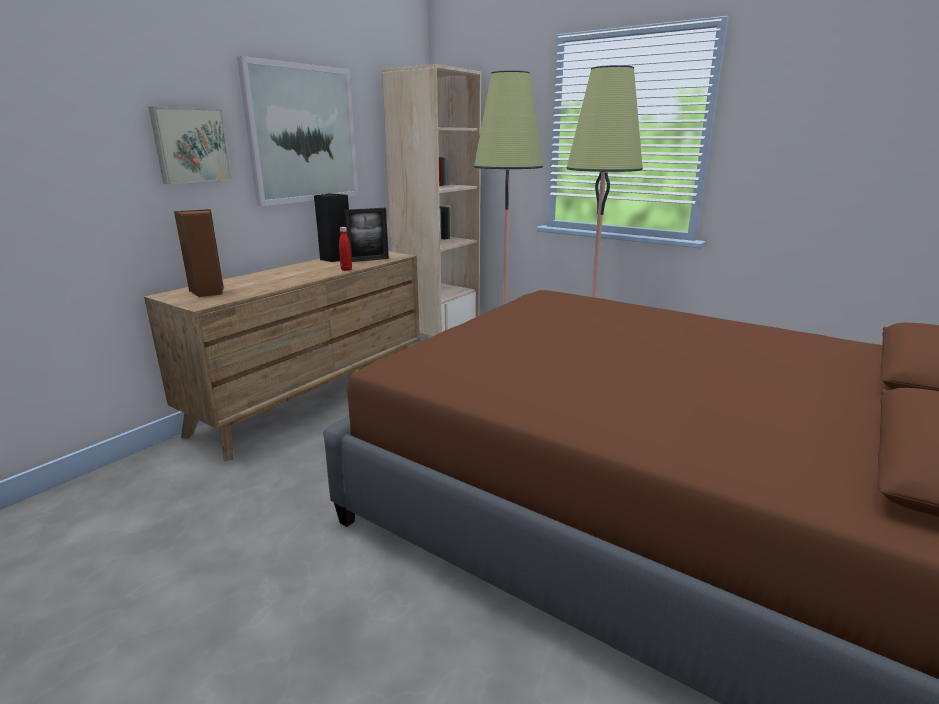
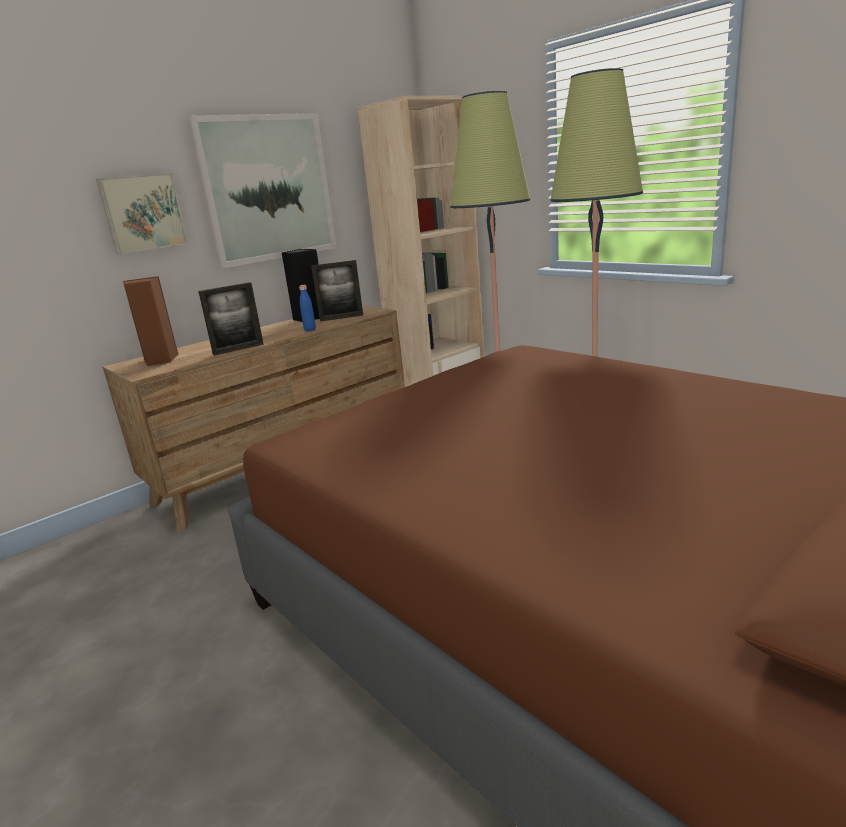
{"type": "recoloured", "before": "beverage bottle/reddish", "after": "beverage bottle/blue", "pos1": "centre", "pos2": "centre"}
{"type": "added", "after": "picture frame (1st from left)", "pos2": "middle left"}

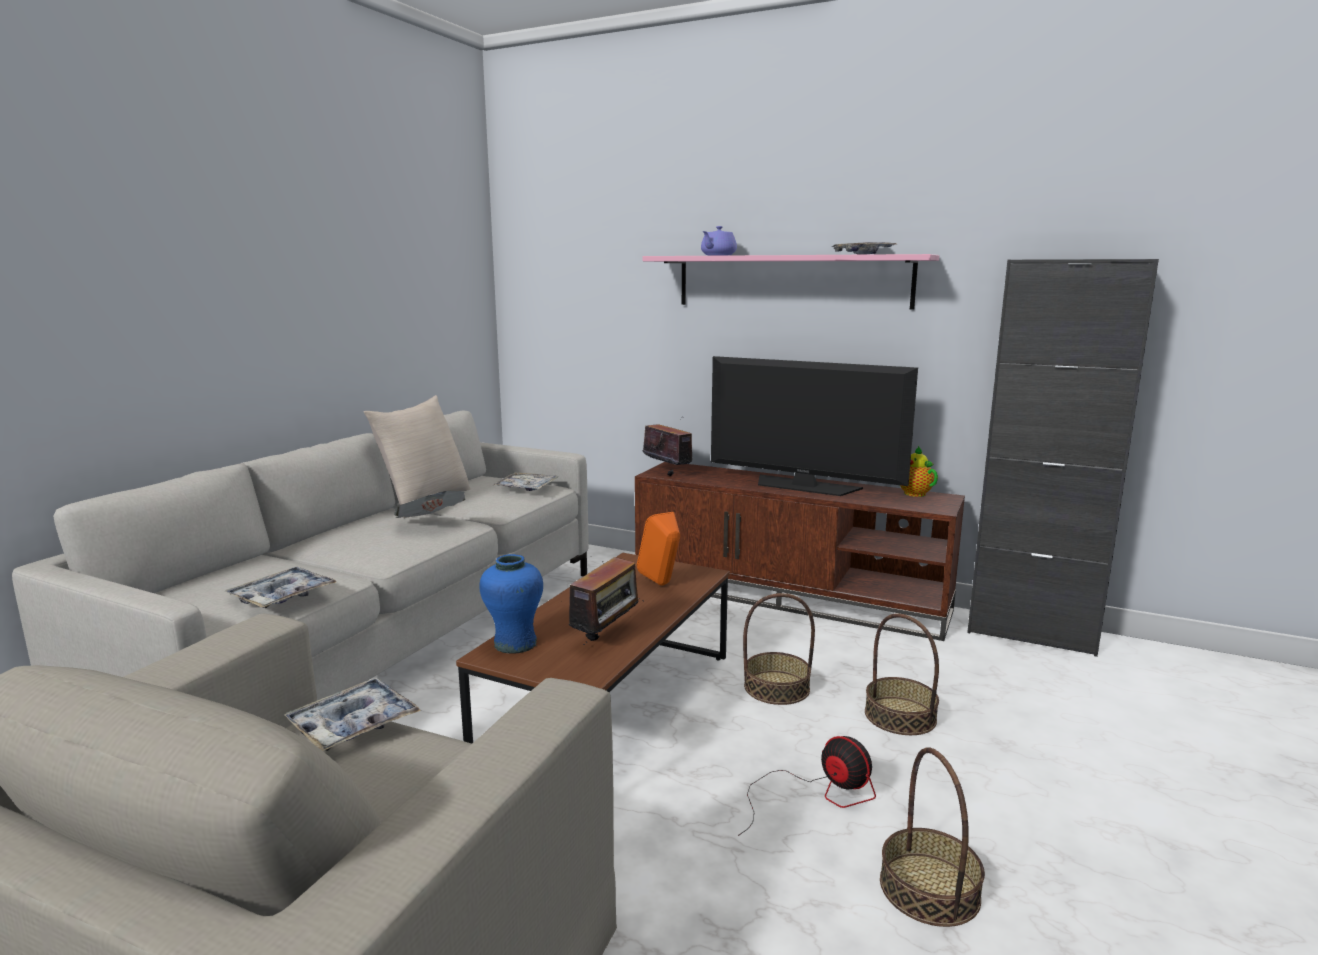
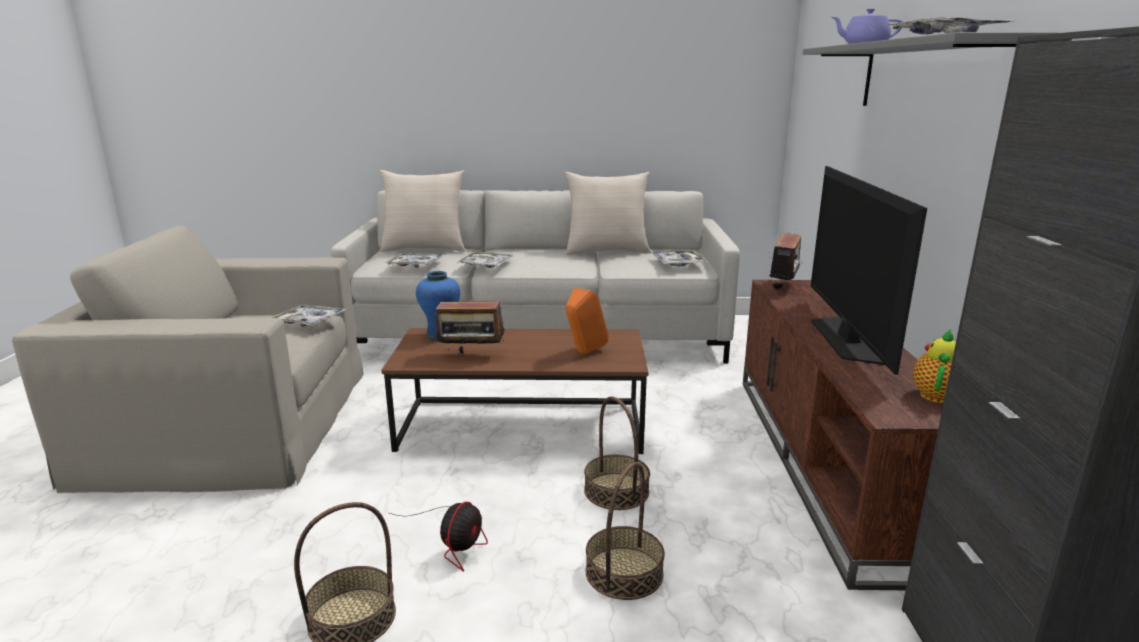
{"type": "recoloured", "before": "bracket shelf/pink", "after": "bracket shelf/greyish", "pos1": "top centre", "pos2": "top right"}
{"type": "removed", "before": "printed paper", "pos1": "middle left"}
{"type": "added", "after": "cushion/beige-coloured (1st from left)", "pos2": "top centre"}
{"type": "added", "after": "tray (3rd from left)", "pos2": "centre"}

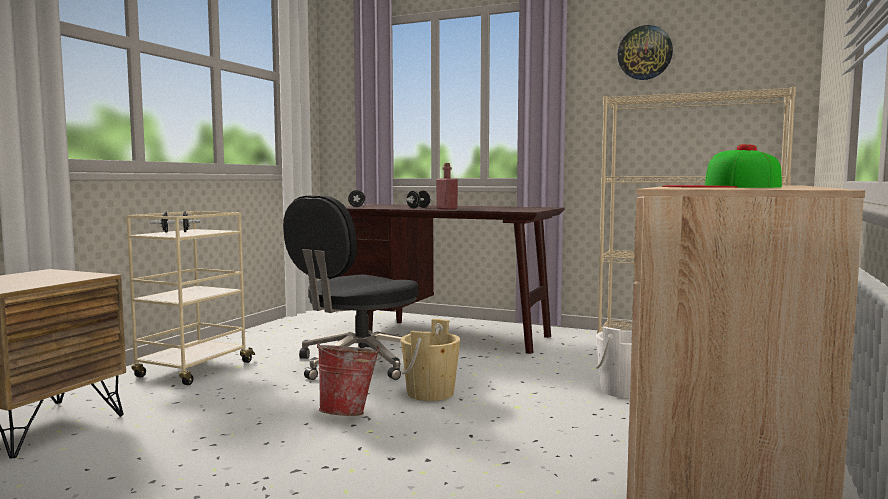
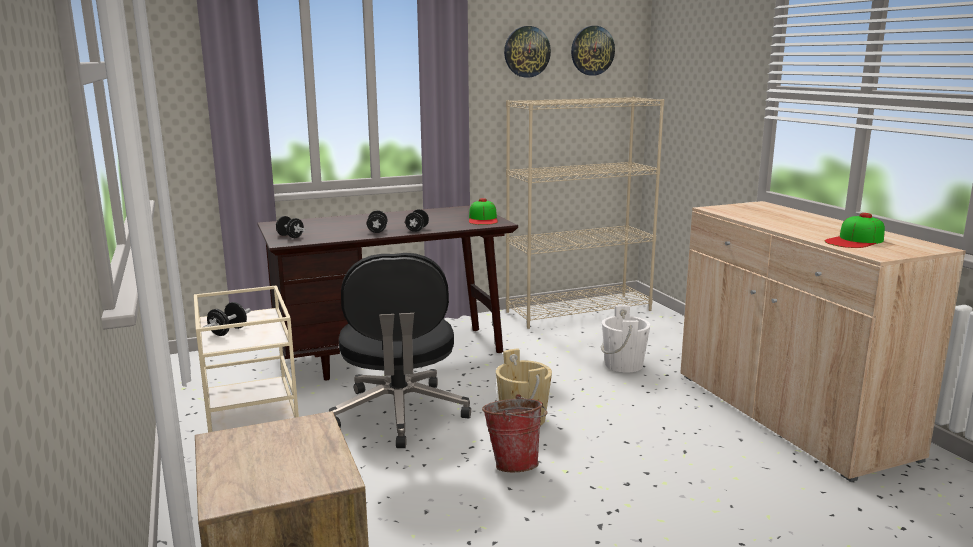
{"type": "replaced", "before": "beverage bottle/reddish", "after": "dumbbell/black-coloured (4th from left)", "pos1": "centre", "pos2": "centre"}
{"type": "added", "after": "clock on the wall (2nd from left)", "pos2": "top centre"}
{"type": "added", "after": "baseball cap (1st from left)", "pos2": "centre"}

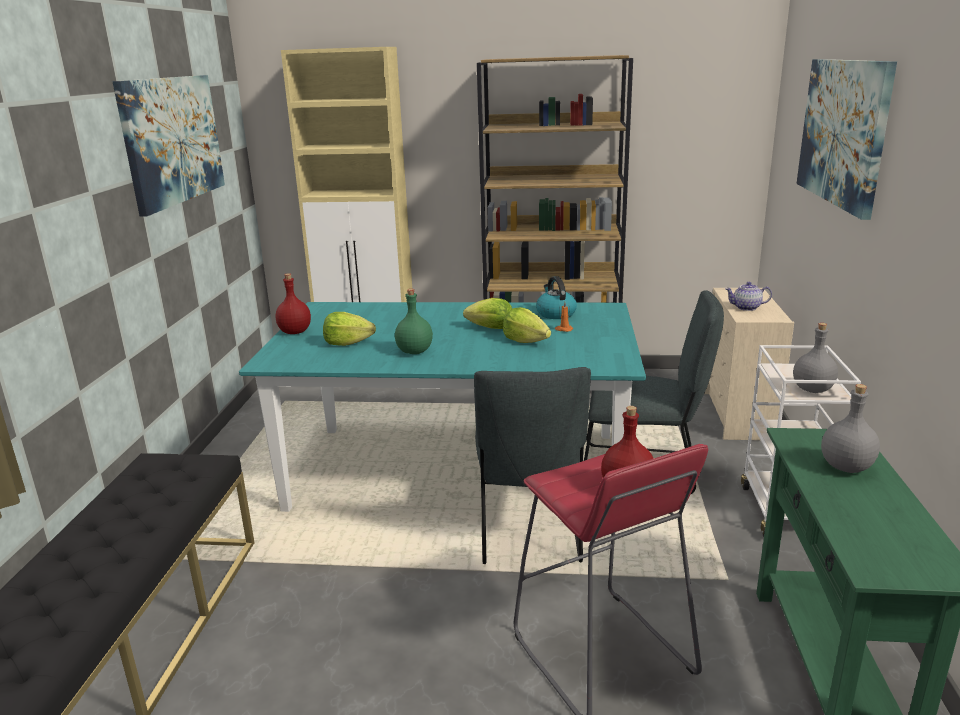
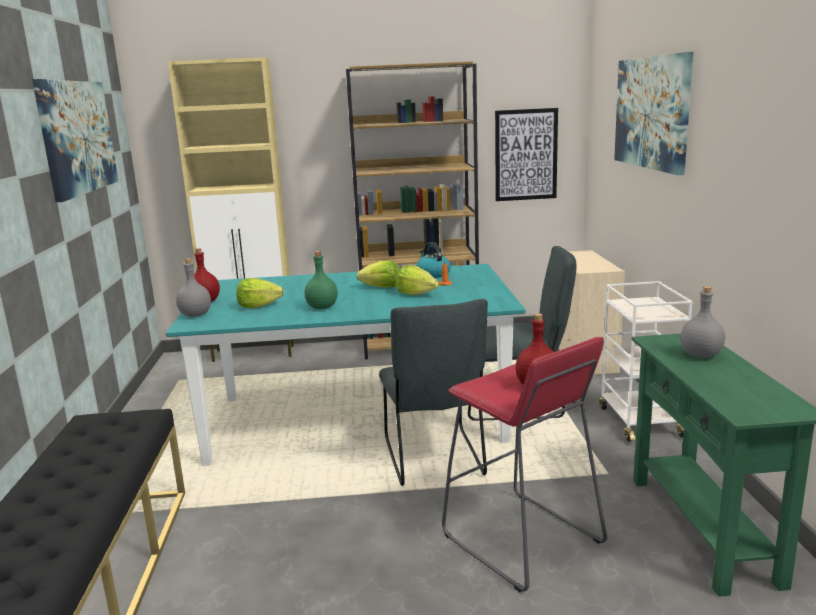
{"type": "removed", "before": "pot for tea", "pos1": "middle right"}
{"type": "moved", "before": "beverage bottle/greyish (1st from left)", "pos1": "middle right", "pos2": "middle left"}
{"type": "added", "after": "wall picture (2nd from left)", "pos2": "top centre"}

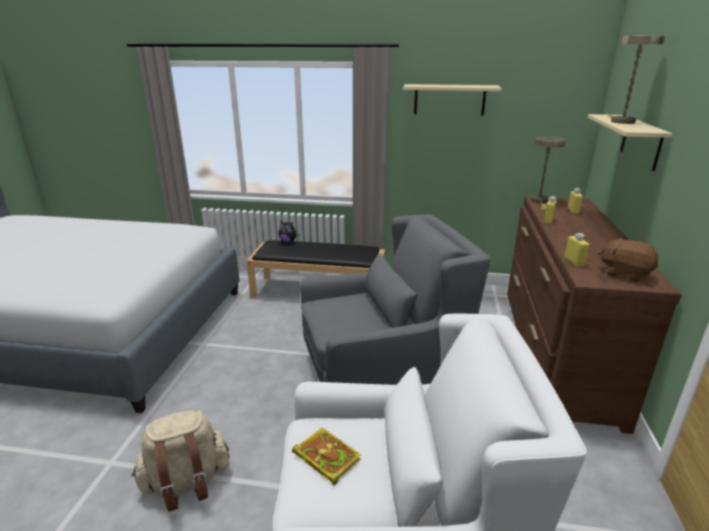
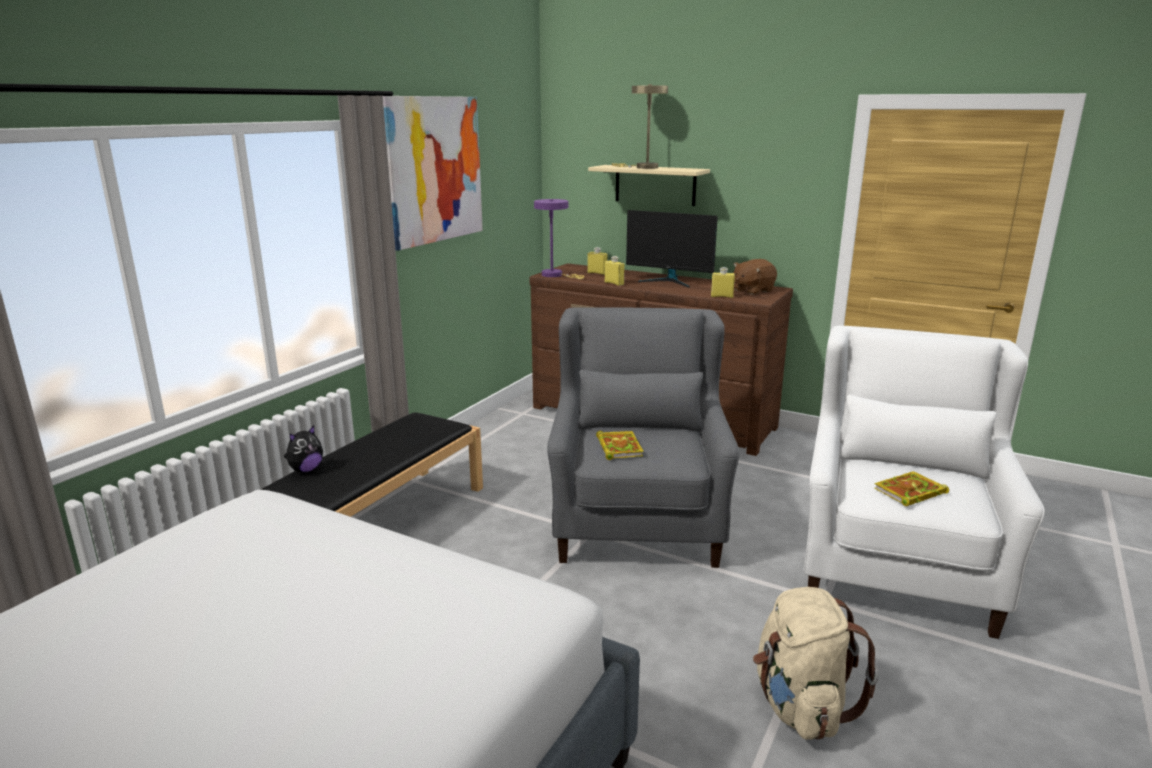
{"type": "replaced", "before": "bracket shelf/beige-coloured (1st from left)", "after": "wall picture", "pos1": "top centre", "pos2": "top centre"}
{"type": "recoloured", "before": "tabletop lamp/beige-coloured (1st from left)", "after": "tabletop lamp/purple-coloured", "pos1": "top right", "pos2": "top centre"}
{"type": "added", "after": "computer screen", "pos2": "top centre"}
{"type": "added", "after": "bound book (1st from left)", "pos2": "centre"}

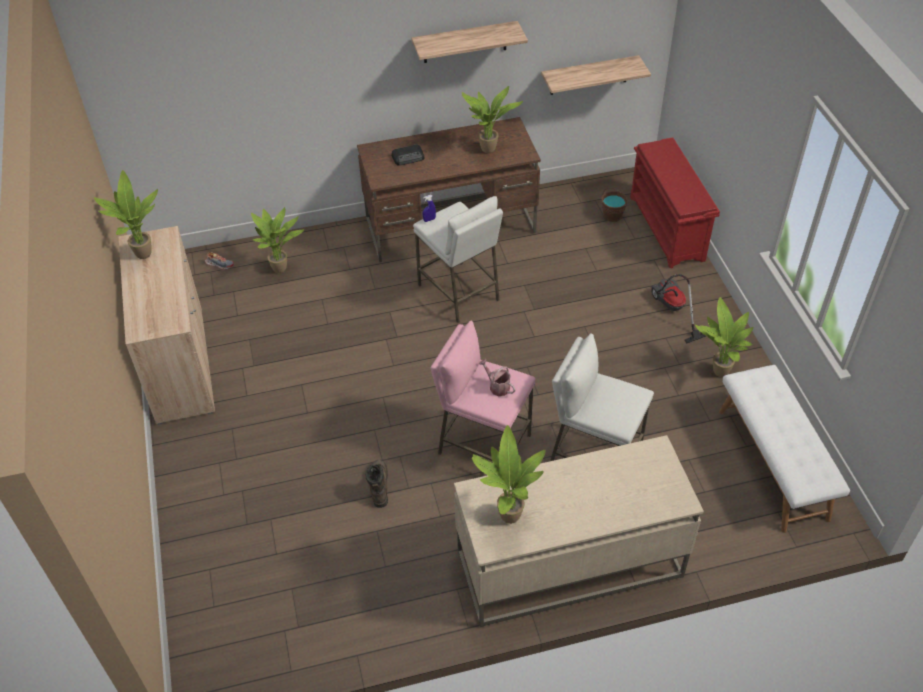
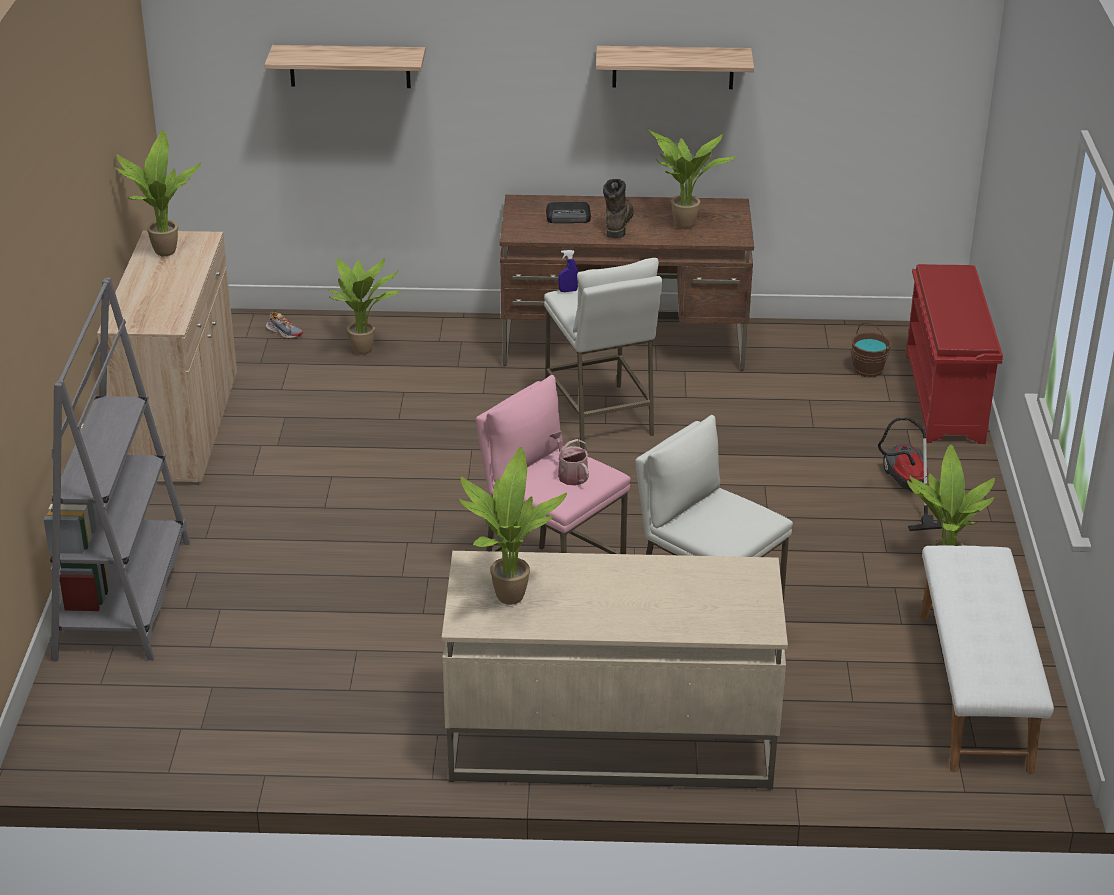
{"type": "moved", "before": "bracket shelf (2nd from left in the first image)", "after": "bracket shelf (1st from left)", "pos1": "top centre", "pos2": "top left"}
{"type": "moved", "before": "tall boot/brownish", "pos1": "bottom centre", "pos2": "top centre"}
{"type": "added", "after": "bookcase/greyish", "pos2": "middle left"}

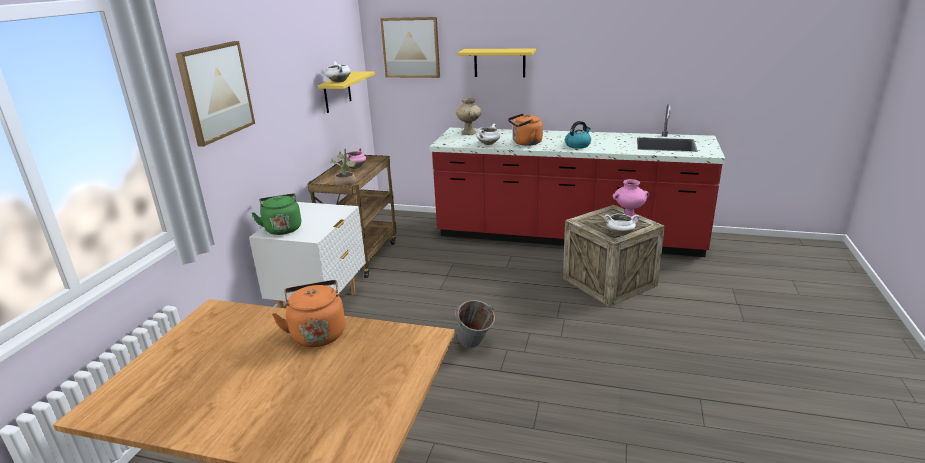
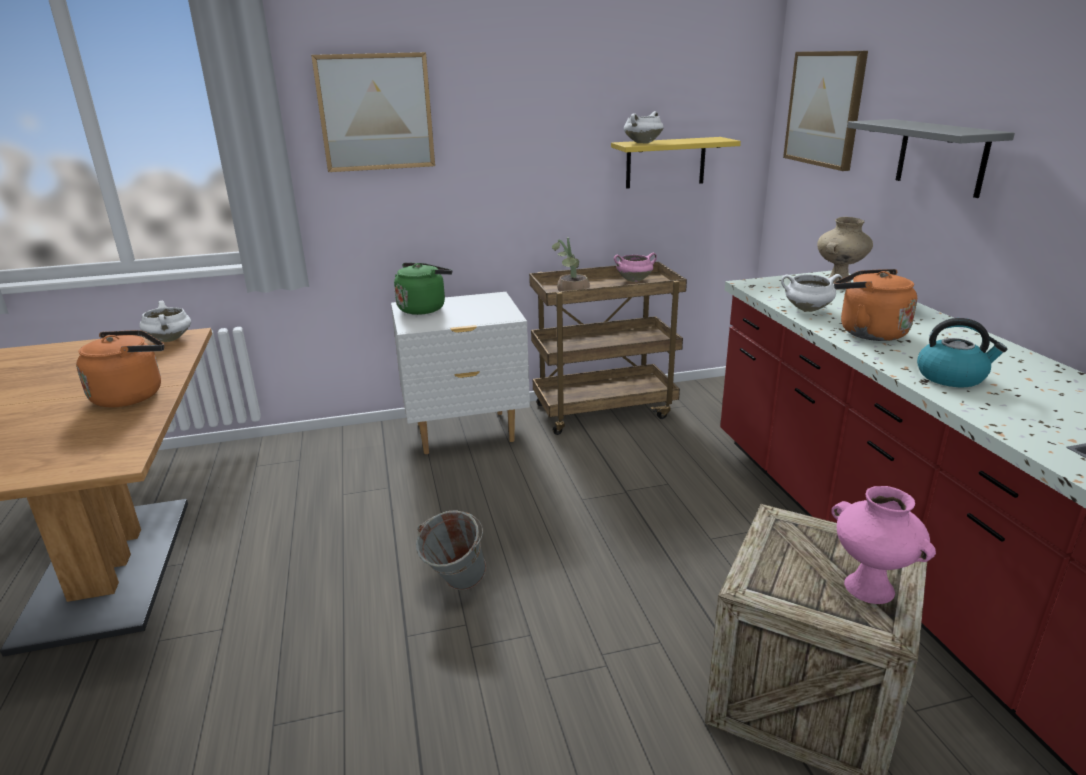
{"type": "recoloured", "before": "bracket shelf/yellowish (2nd from left)", "after": "bracket shelf/greyish", "pos1": "top centre", "pos2": "top right"}
{"type": "moved", "before": "stockpot/white-coloured (3rd from left in the first image)", "after": "stockpot/white-coloured (1st from left)", "pos1": "middle right", "pos2": "middle left"}

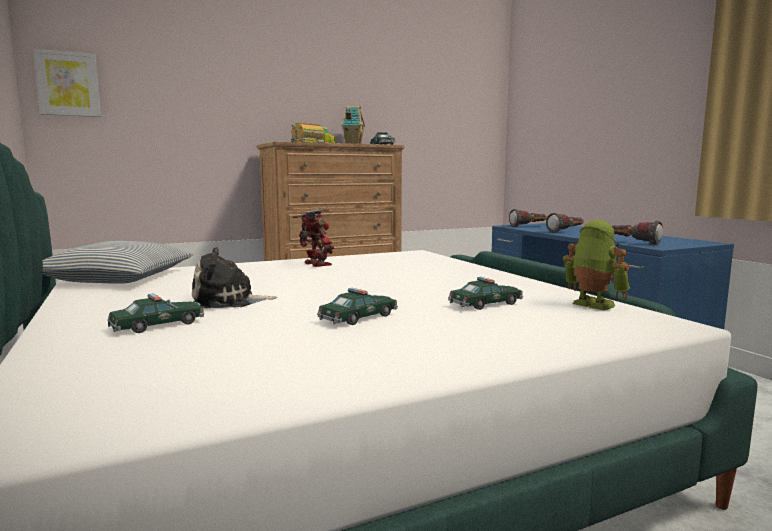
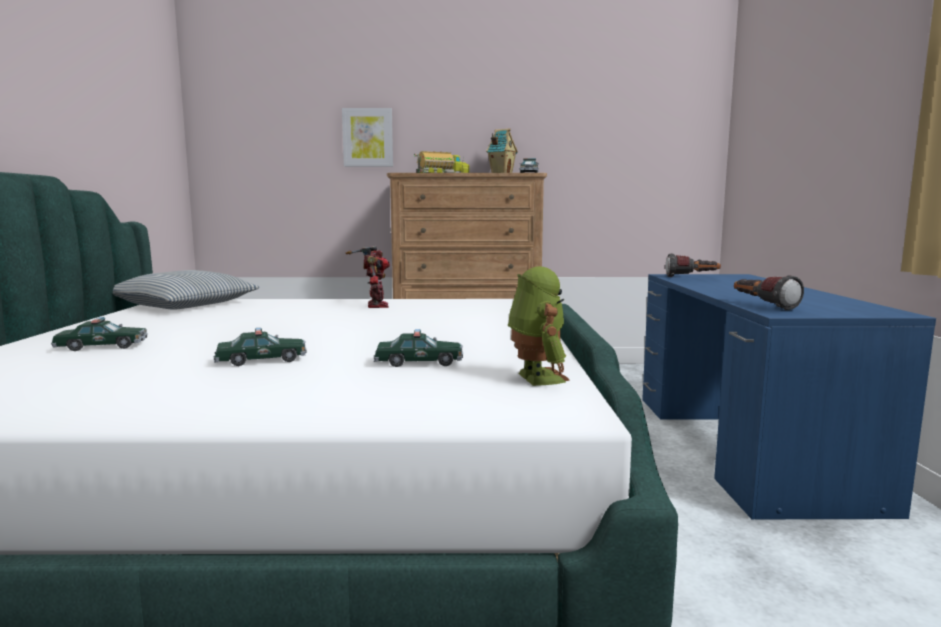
{"type": "moved", "before": "wall picture", "pos1": "top left", "pos2": "top centre"}
{"type": "removed", "before": "torch (2nd from left)", "pos1": "middle right"}
{"type": "removed", "before": "plush toy", "pos1": "middle left"}

